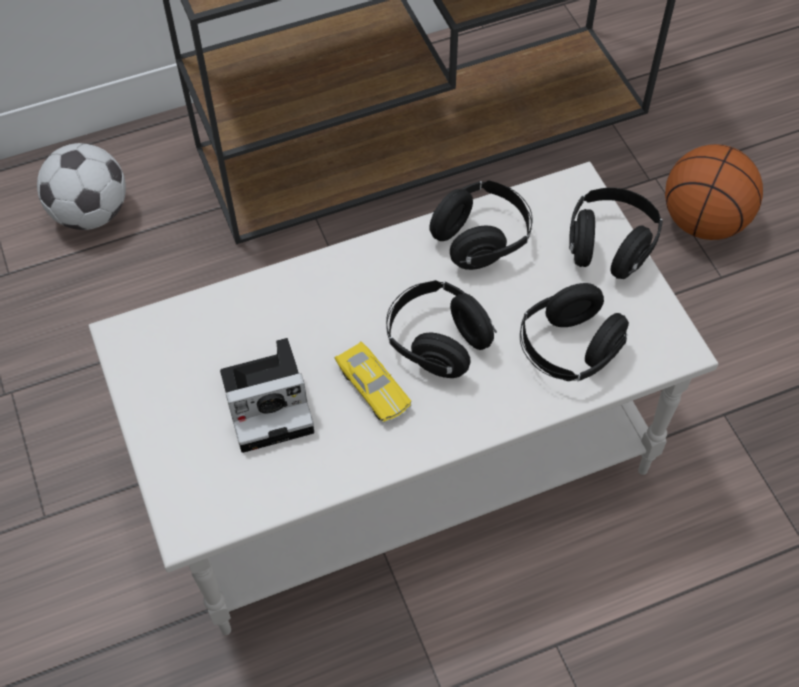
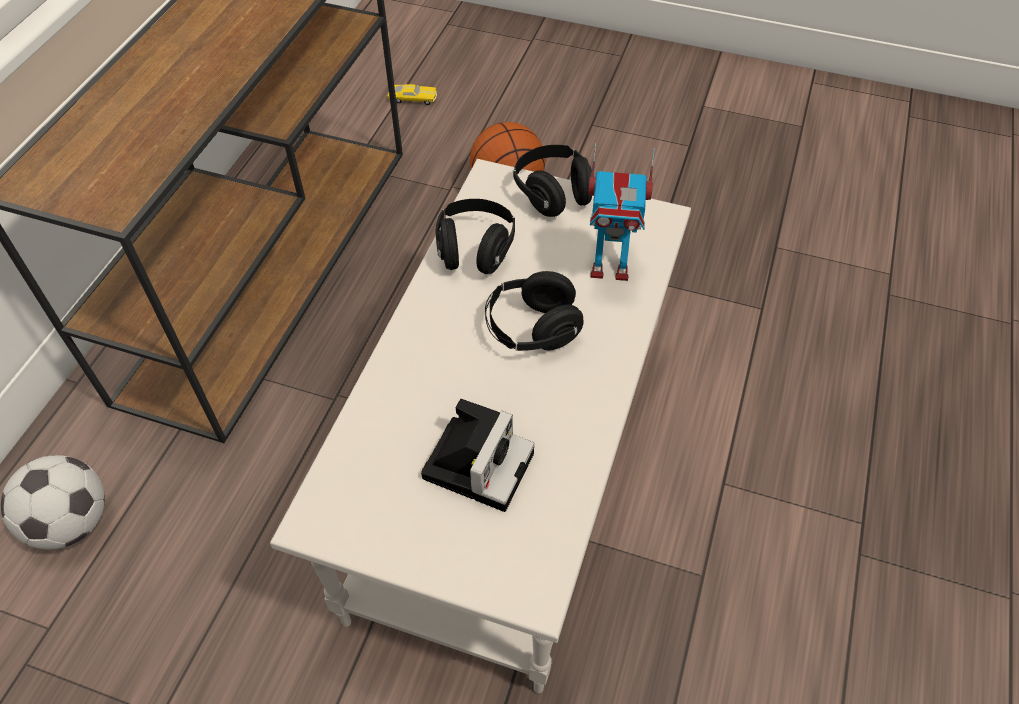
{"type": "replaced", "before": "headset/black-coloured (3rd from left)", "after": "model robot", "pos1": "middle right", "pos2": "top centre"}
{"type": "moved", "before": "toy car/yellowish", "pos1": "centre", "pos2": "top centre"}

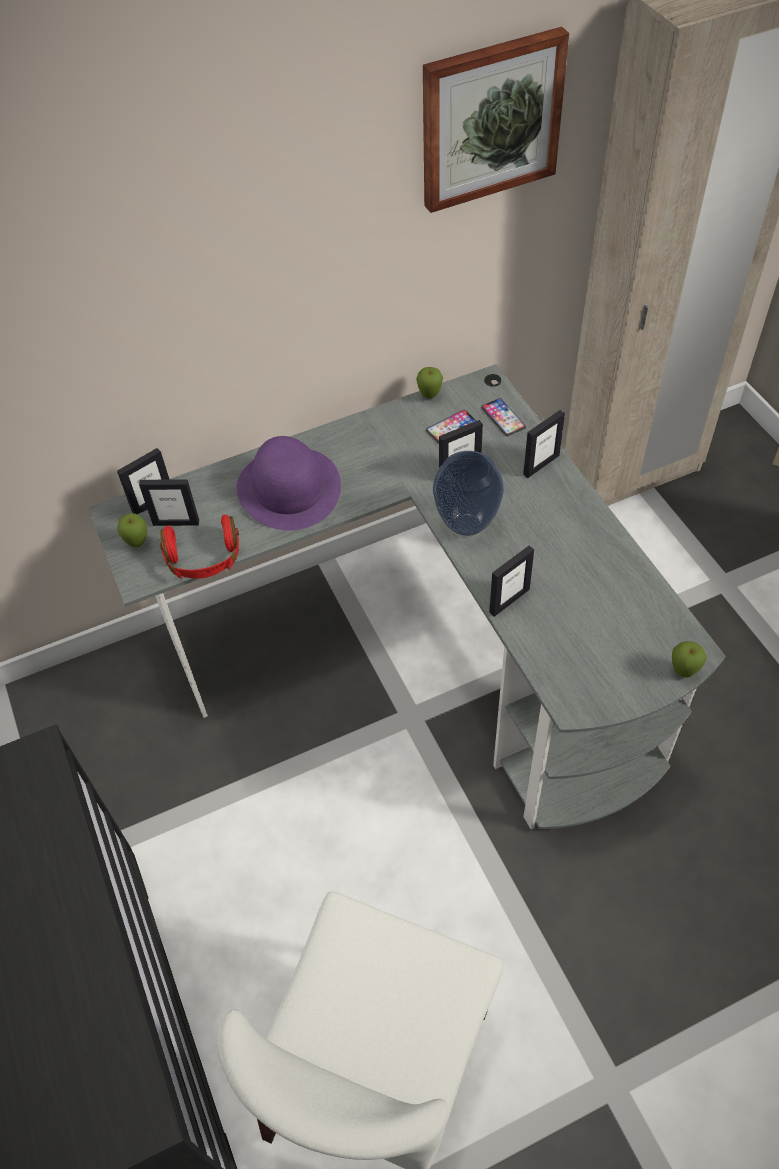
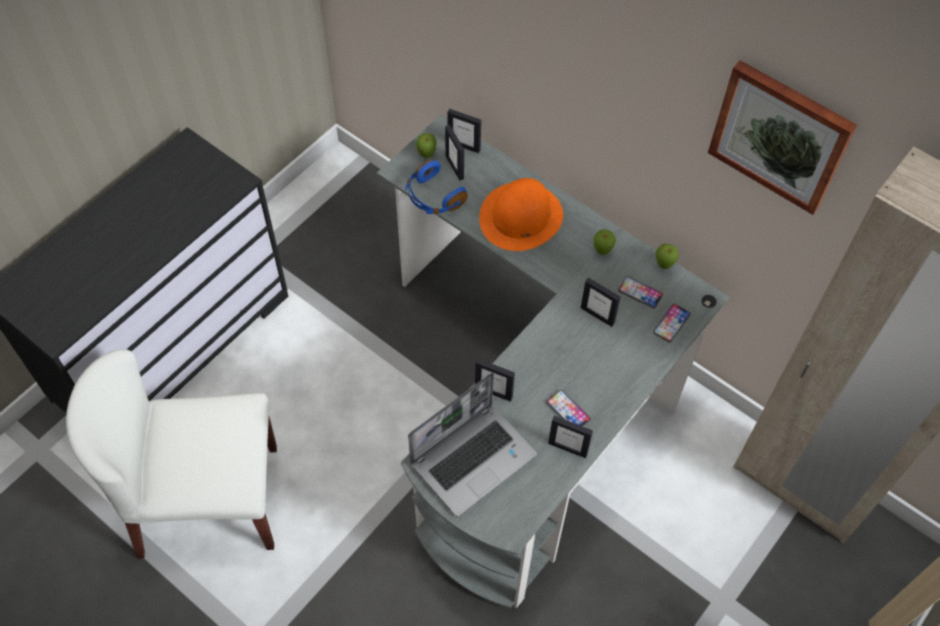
{"type": "moved", "before": "picture frame (5th from left in the first image)", "after": "picture frame (4th from left)", "pos1": "middle right", "pos2": "bottom centre"}
{"type": "recoloured", "before": "hat/purple-coloured", "after": "hat/orange", "pos1": "centre", "pos2": "centre"}
{"type": "removed", "before": "decorative vase", "pos1": "centre"}
{"type": "recoloured", "before": "headset/reddish", "after": "headset/blue", "pos1": "middle left", "pos2": "top centre"}
{"type": "moved", "before": "apple (3rd from left in the first image)", "after": "apple (2nd from left)", "pos1": "middle right", "pos2": "centre"}
{"type": "added", "after": "laptop", "pos2": "bottom centre"}
{"type": "added", "after": "handset (1st from left)", "pos2": "centre"}

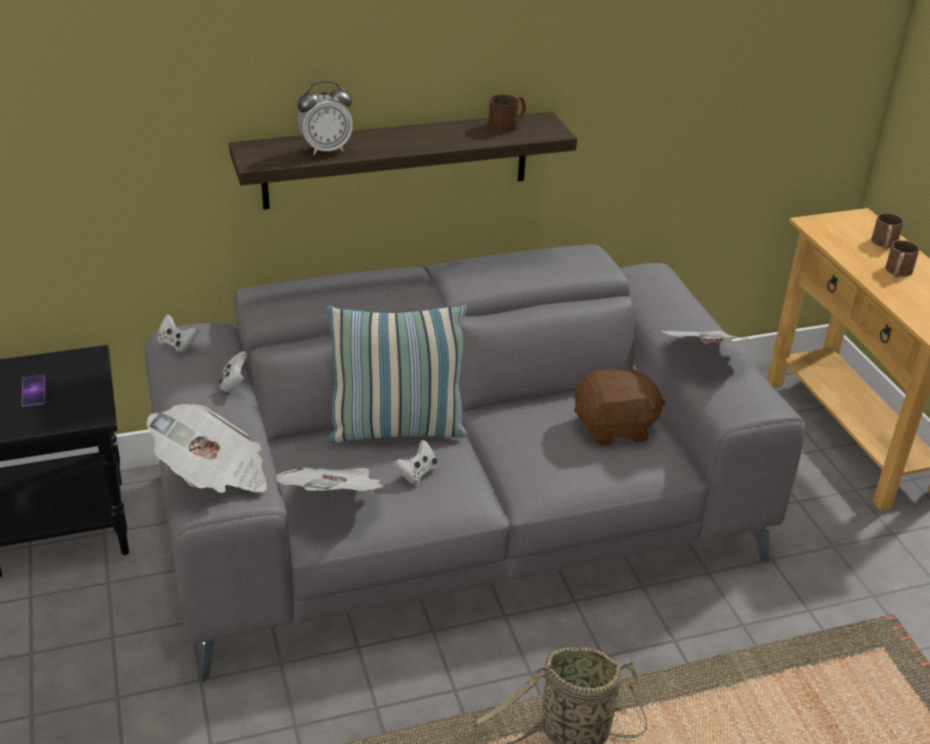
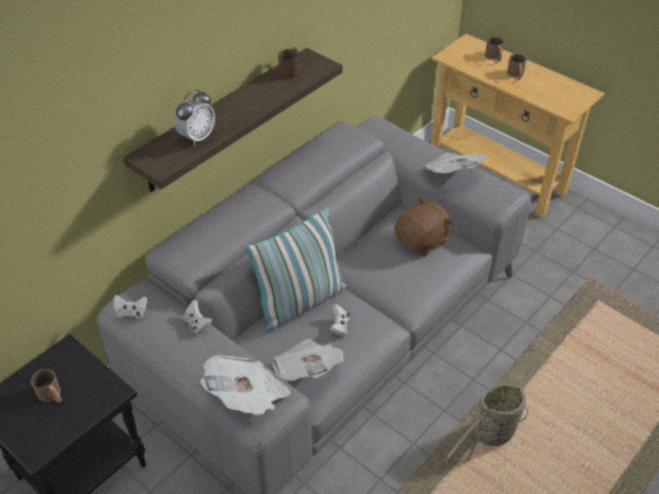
{"type": "replaced", "before": "handset", "after": "mug/brownish (1st from left)", "pos1": "middle left", "pos2": "bottom left"}

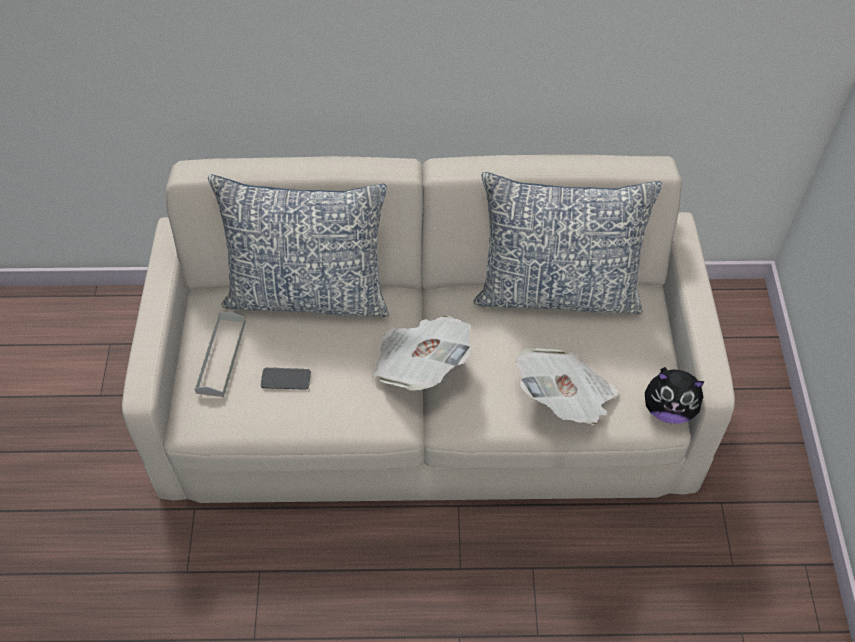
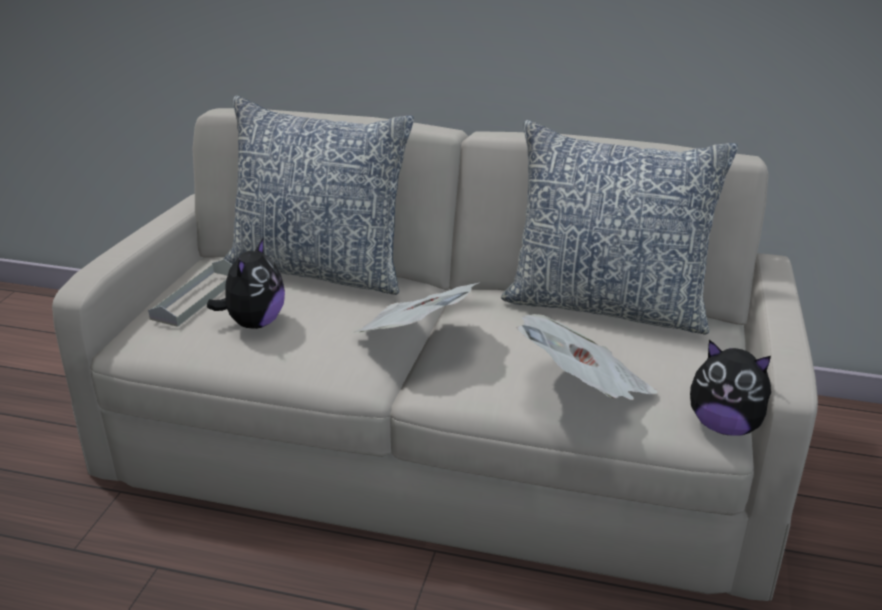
{"type": "replaced", "before": "handset", "after": "plush toy (1st from left)", "pos1": "centre", "pos2": "middle left"}

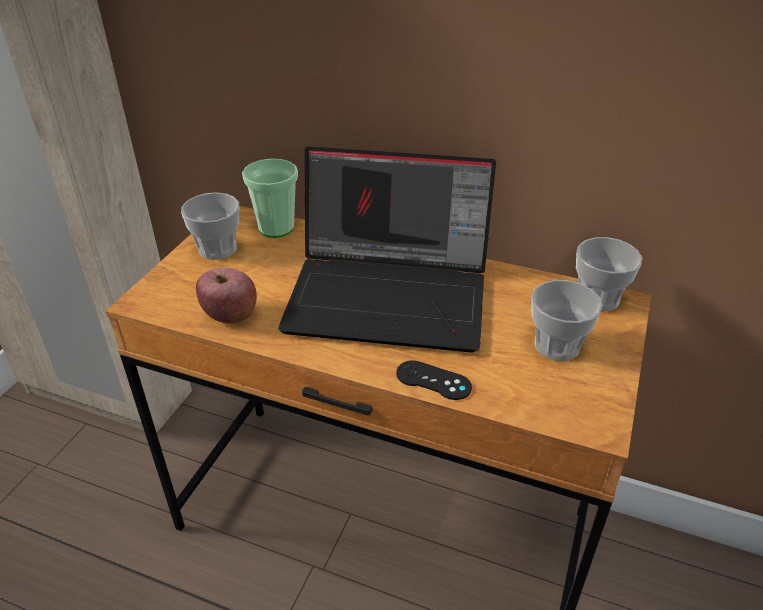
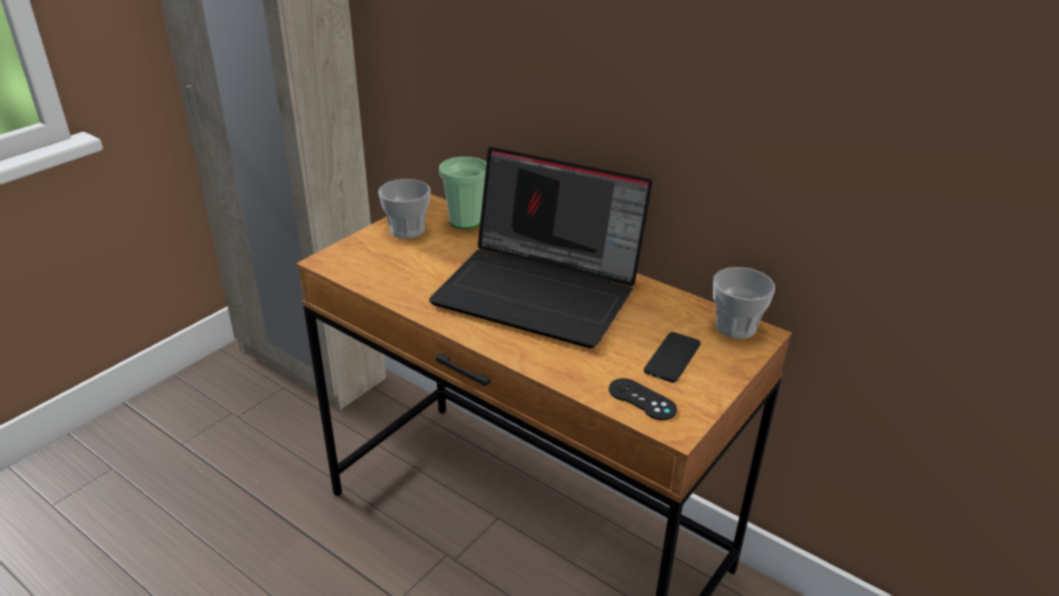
{"type": "removed", "before": "apple", "pos1": "middle left"}
{"type": "replaced", "before": "drinking cup (3rd from left)", "after": "handset", "pos1": "middle right", "pos2": "centre"}
{"type": "moved", "before": "joypad/black-coloured", "pos1": "centre", "pos2": "bottom centre"}

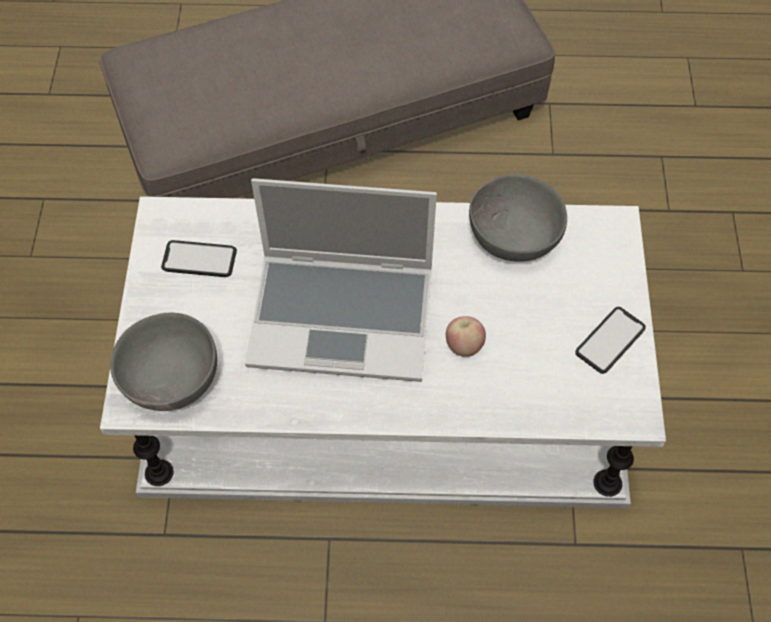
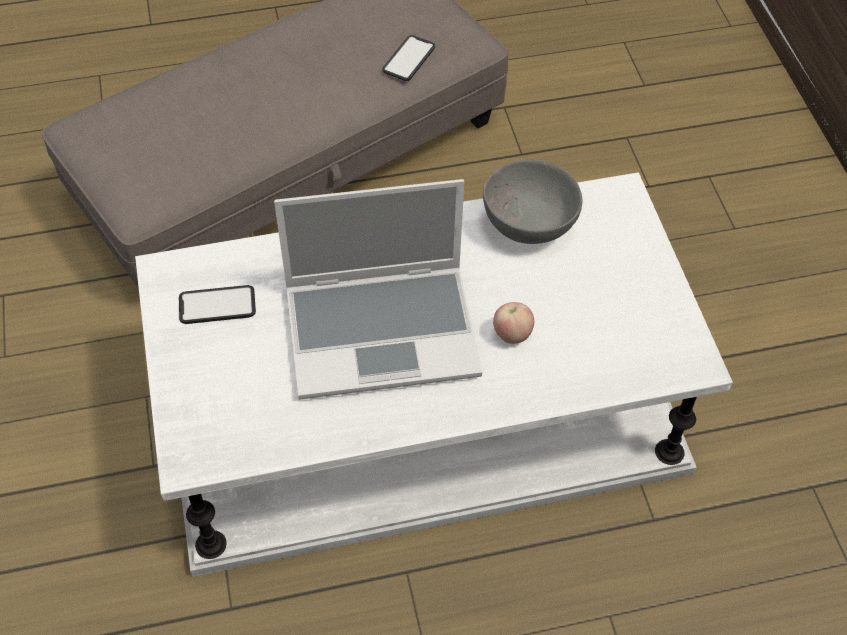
{"type": "moved", "before": "handset (2nd from left)", "pos1": "middle right", "pos2": "top centre"}
{"type": "removed", "before": "deep dish/greyish (1st from left)", "pos1": "middle left"}

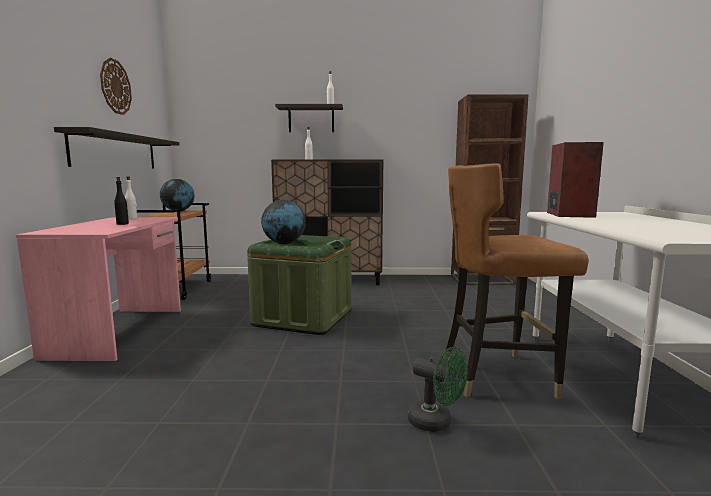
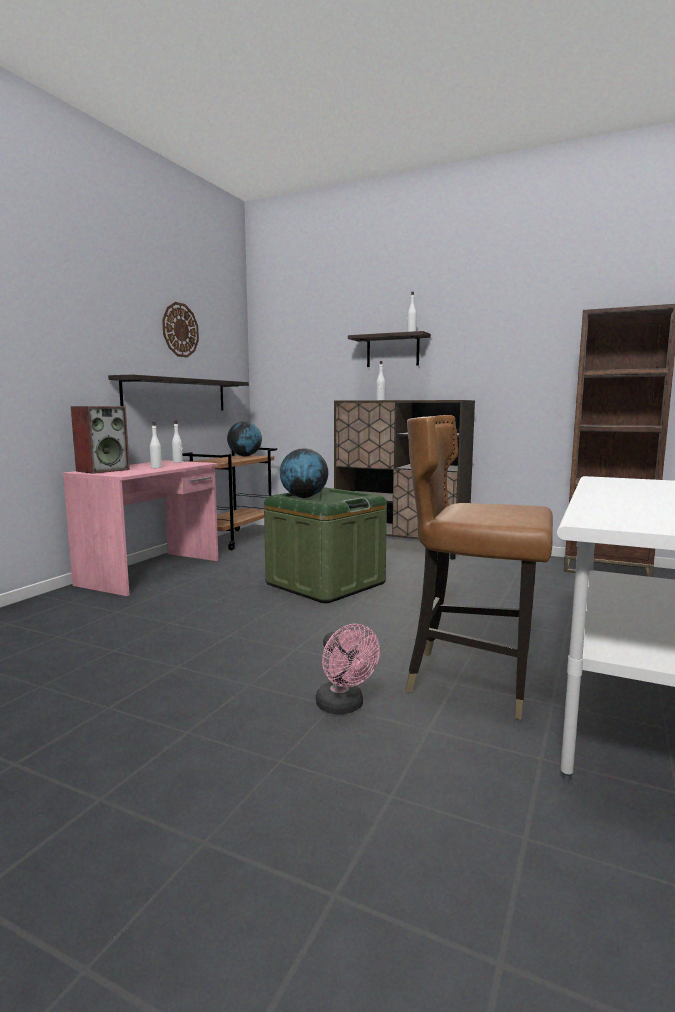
{"type": "moved", "before": "loudspeaker", "pos1": "middle right", "pos2": "middle left"}
{"type": "recoloured", "before": "beverage bottle/black-coloured", "after": "beverage bottle/white-coloured (1st from left)", "pos1": "middle left", "pos2": "middle left"}
{"type": "recoloured", "before": "fan/green", "after": "fan/pink", "pos1": "bottom centre", "pos2": "centre"}

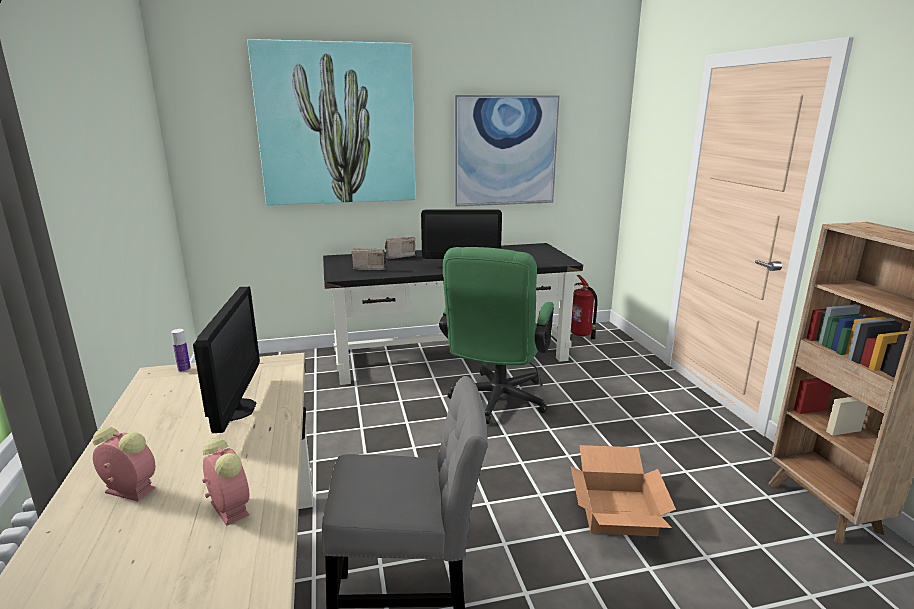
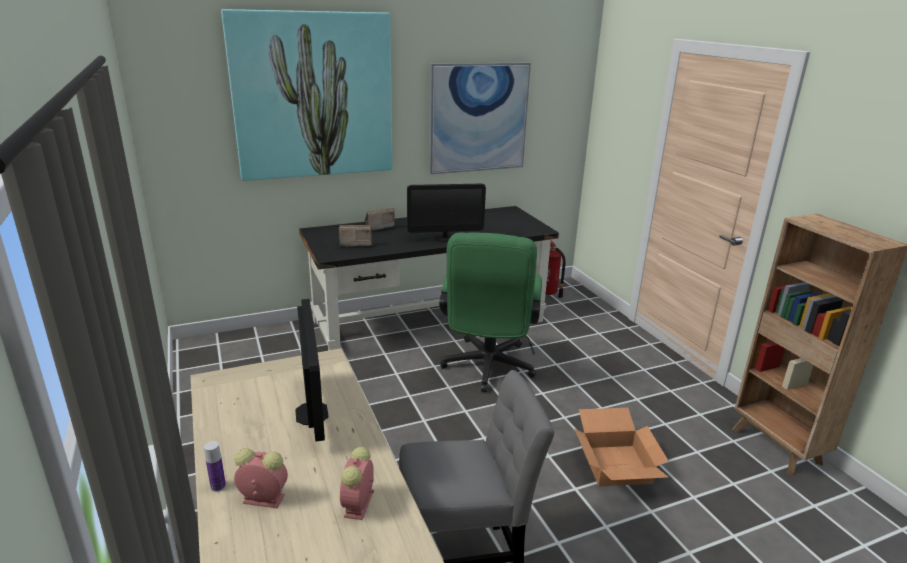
{"type": "moved", "before": "beverage bottle", "pos1": "middle left", "pos2": "bottom left"}
{"type": "turned", "before": "alarm clock (2nd from left)", "pos1": "bottom left", "pos2": "bottom centre", "turn": -120}

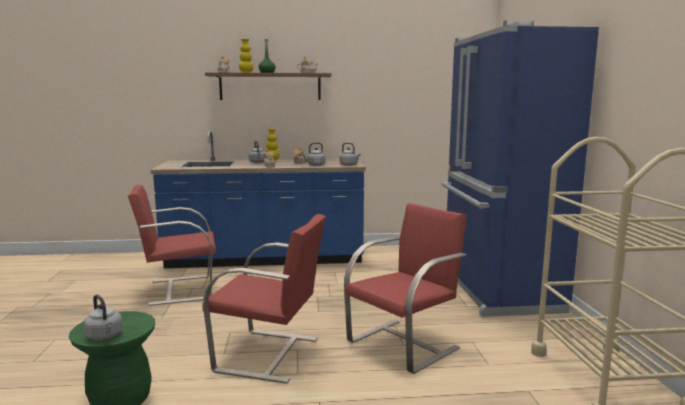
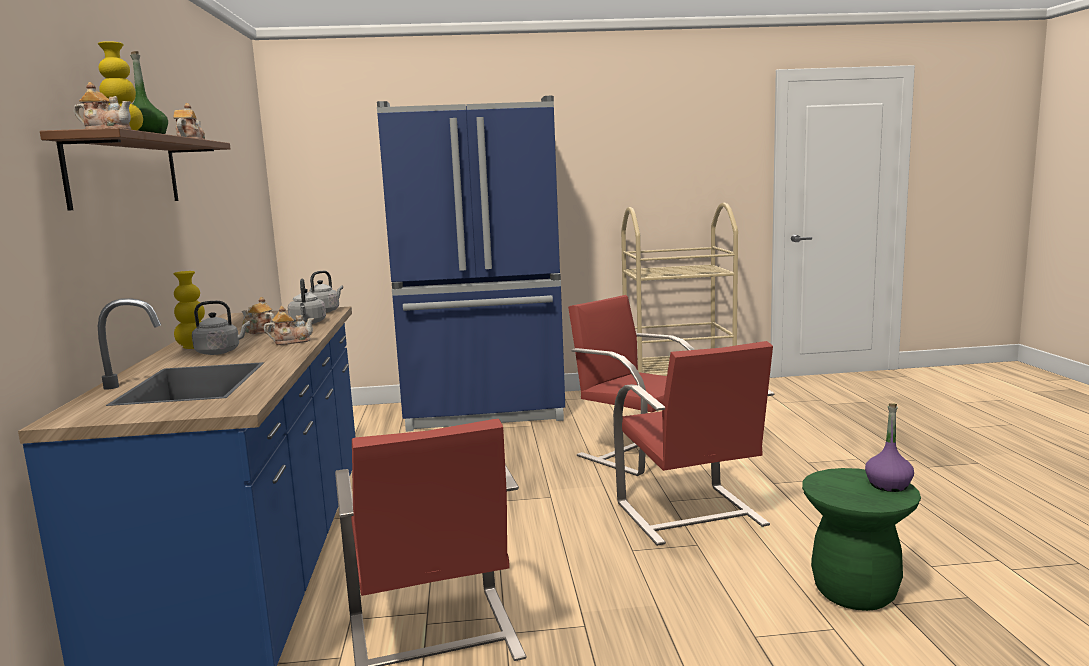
{"type": "turned", "before": "plain chair/reddish (2nd from left in the first image)", "pos1": "bottom centre", "pos2": "centre", "turn": 150}
{"type": "replaced", "before": "tea kettle/greyish (1st from left)", "after": "beverage bottle/purple-coloured", "pos1": "bottom left", "pos2": "bottom right"}

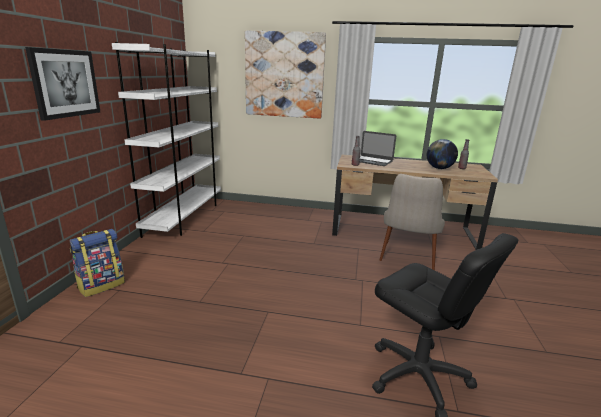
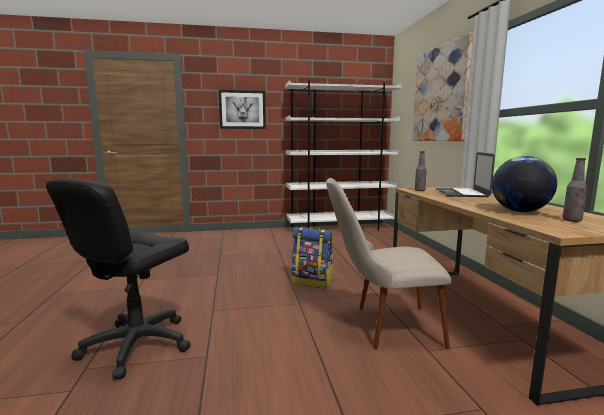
{"type": "moved", "before": "rucksack", "pos1": "middle left", "pos2": "centre"}

